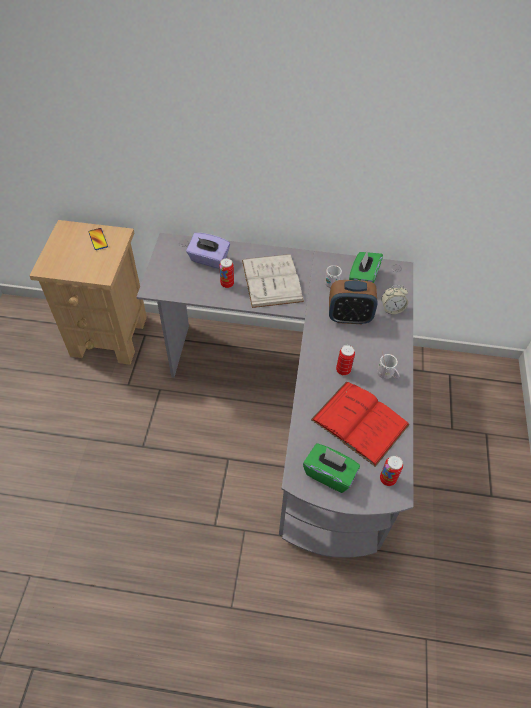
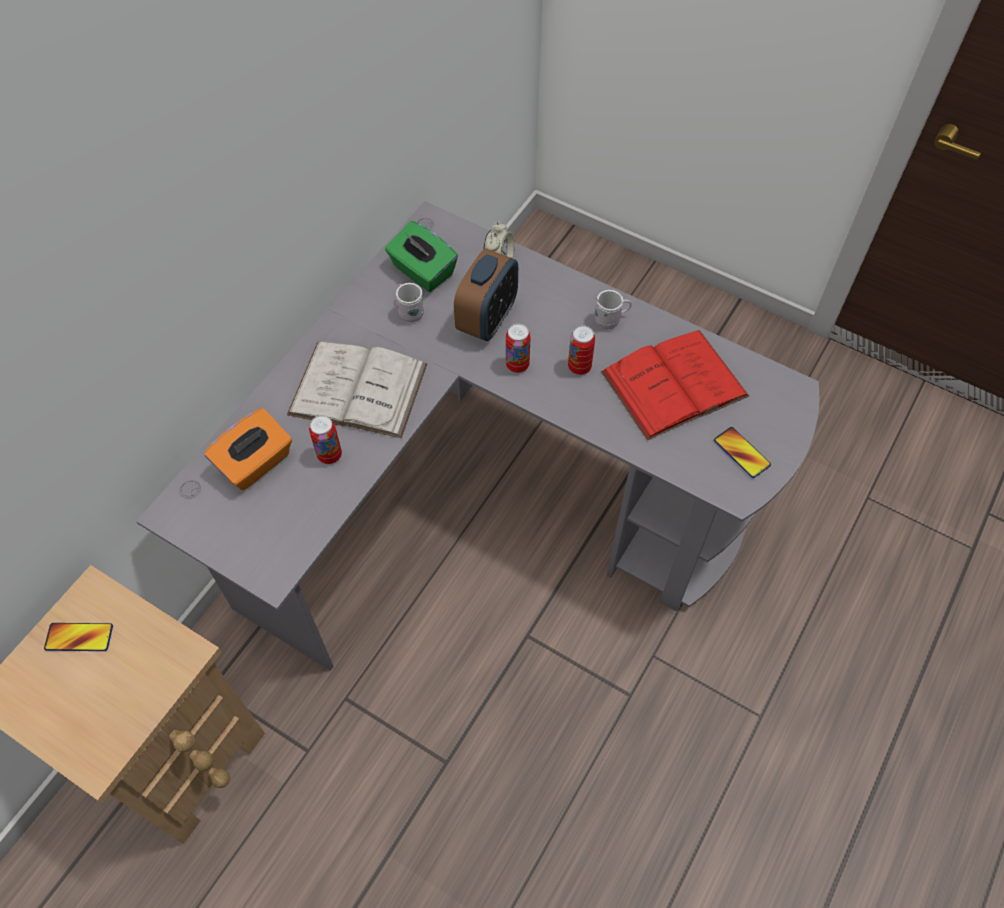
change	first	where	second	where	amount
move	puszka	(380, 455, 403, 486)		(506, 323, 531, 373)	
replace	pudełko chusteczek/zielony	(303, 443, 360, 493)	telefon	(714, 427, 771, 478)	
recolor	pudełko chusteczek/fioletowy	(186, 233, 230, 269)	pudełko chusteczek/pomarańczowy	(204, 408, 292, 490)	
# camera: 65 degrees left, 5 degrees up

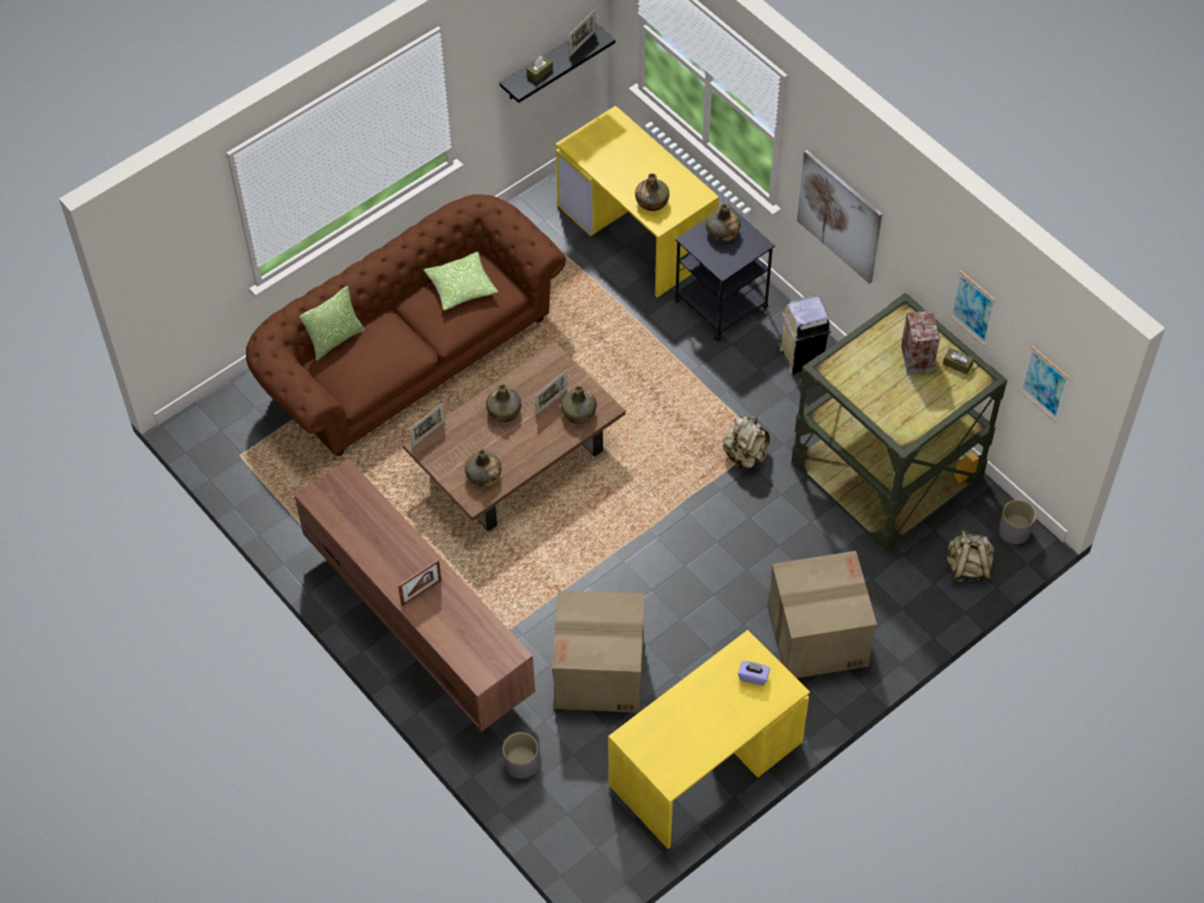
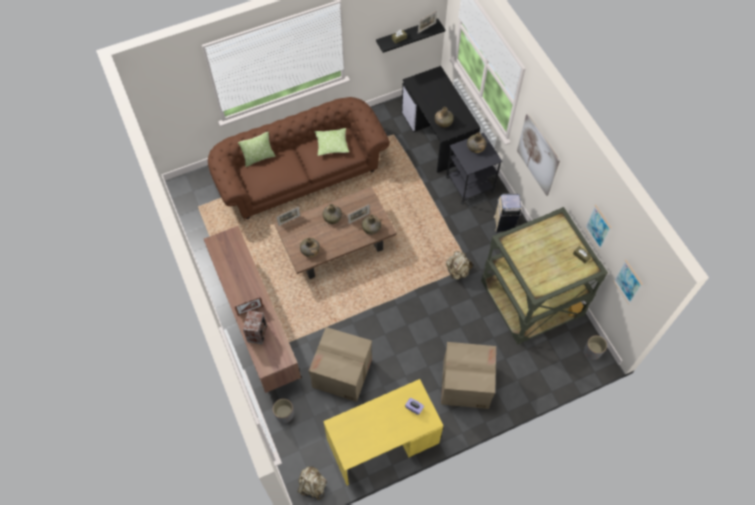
change	first	where	second	where	amount
move	głośnik	(901, 311, 940, 374)		(243, 310, 267, 345)	
move	plecak/beżowy	(947, 529, 995, 583)		(297, 465, 327, 500)	
recolor	biurko/żółty	(556, 106, 719, 297)	biurko/czarny	(401, 66, 480, 173)	
# camera: 15 degrees right, 5 degrees up

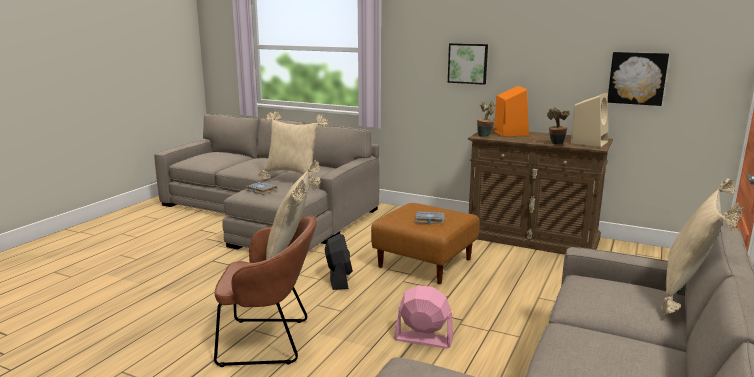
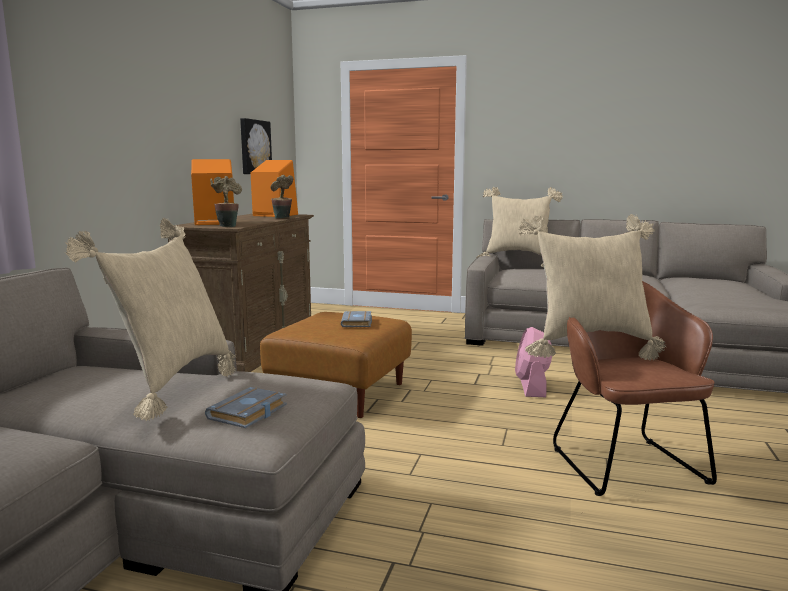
change	first	where	second	where	amount
delete	wentylator/czarny	(325, 234, 353, 290)			
delete	obraz	(448, 43, 488, 85)			
recolor	głośnik/beżowy	(571, 93, 608, 148)	głośnik/pomarańczowy	(251, 160, 298, 217)	
# camera: 100 degrees left, 5 degrees down

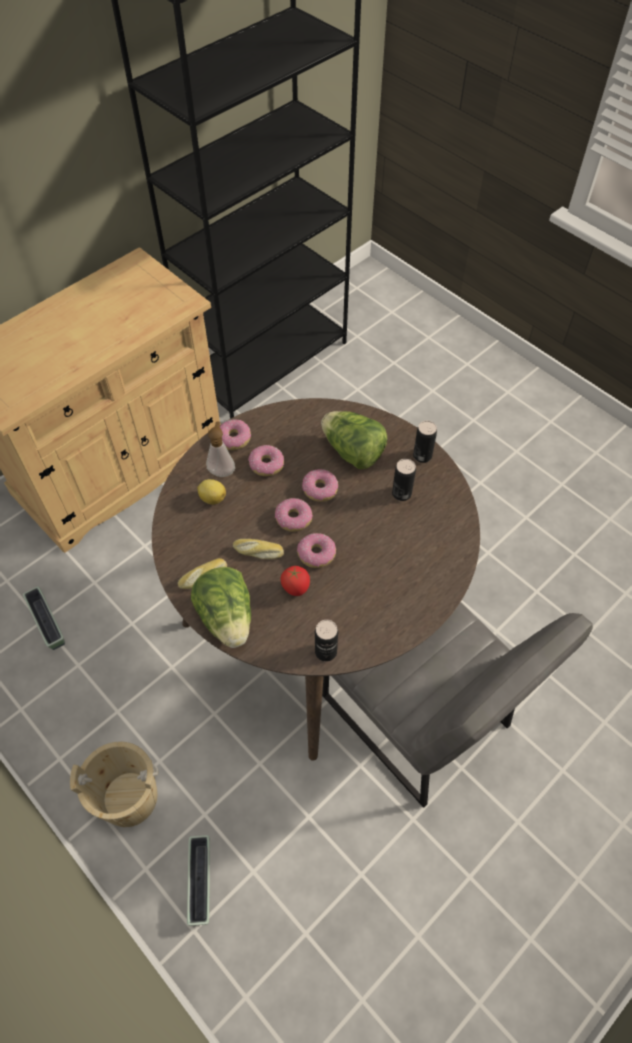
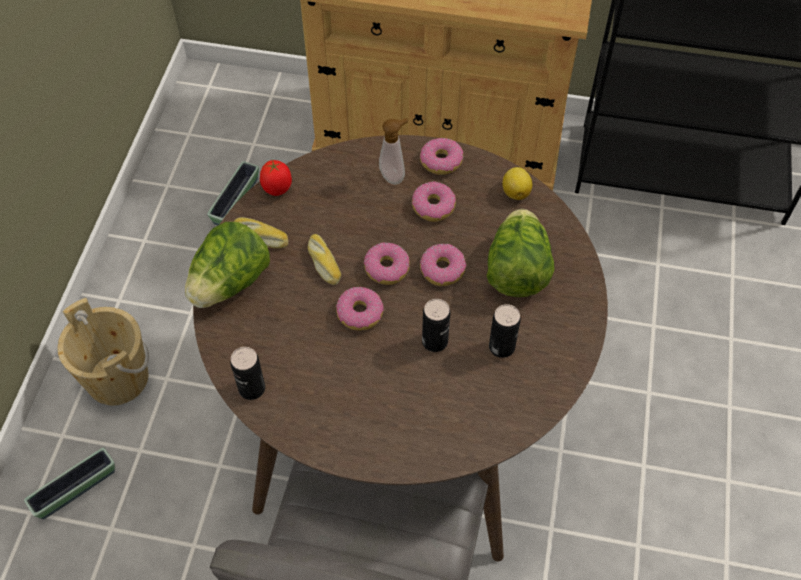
change	first	where	second	where	amount
move	cytryna	(197, 479, 226, 505)		(502, 167, 532, 200)	
move	pomidor	(280, 566, 310, 596)		(260, 160, 292, 196)	
move	puszka	(413, 421, 437, 463)		(422, 299, 450, 352)	
# camera: 55 degrees right, 0 degrees up

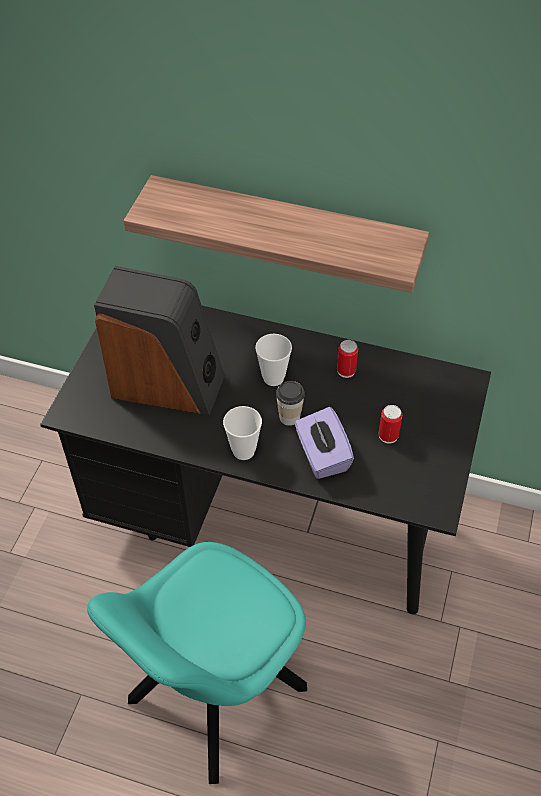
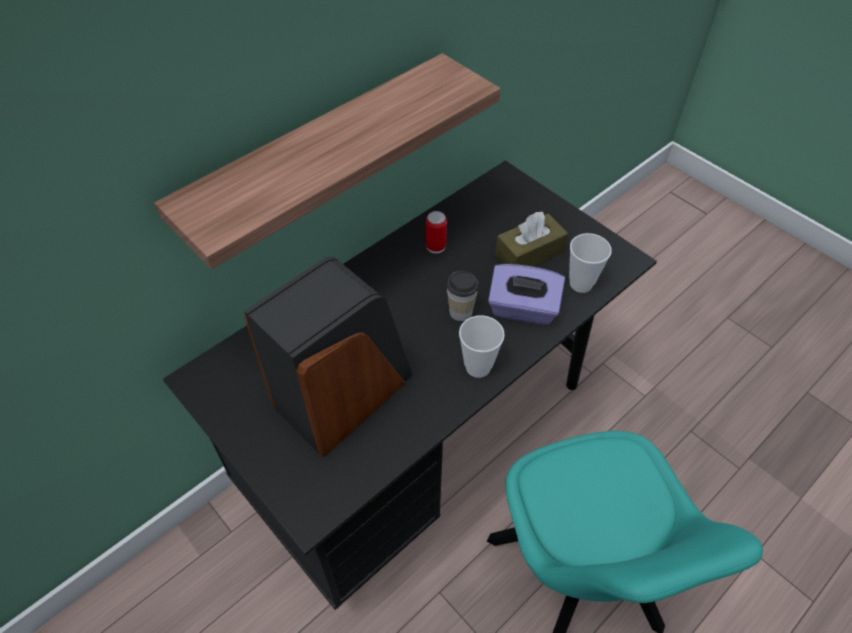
change	first	where	second	where	amount
move	filiżanka	(255, 334, 292, 386)		(569, 233, 612, 293)	
replace	puszka	(379, 405, 402, 444)	pudełko chusteczek/brązowy	(495, 211, 568, 267)	
# camera: 60 degrees left, 0 degrees up

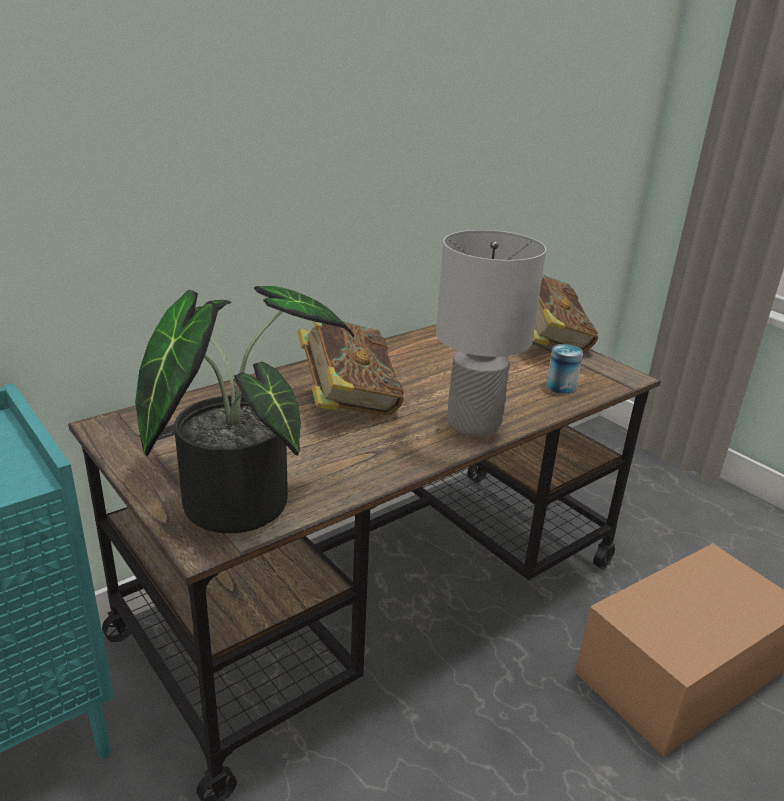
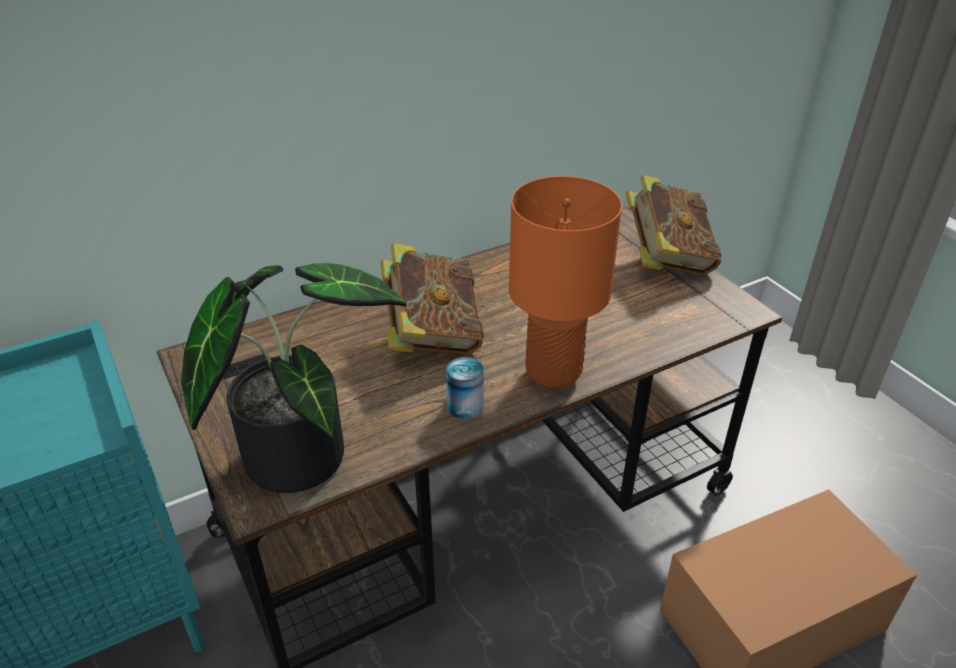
change	first	where	second	where	amount
move	puszka	(546, 344, 583, 394)		(446, 357, 484, 419)	
recolor	lampa stołowa/szary	(436, 230, 546, 437)	lampa stołowa/pomarańczowy	(509, 176, 622, 389)	
# camera: 10 degrees right, 10 degrees up

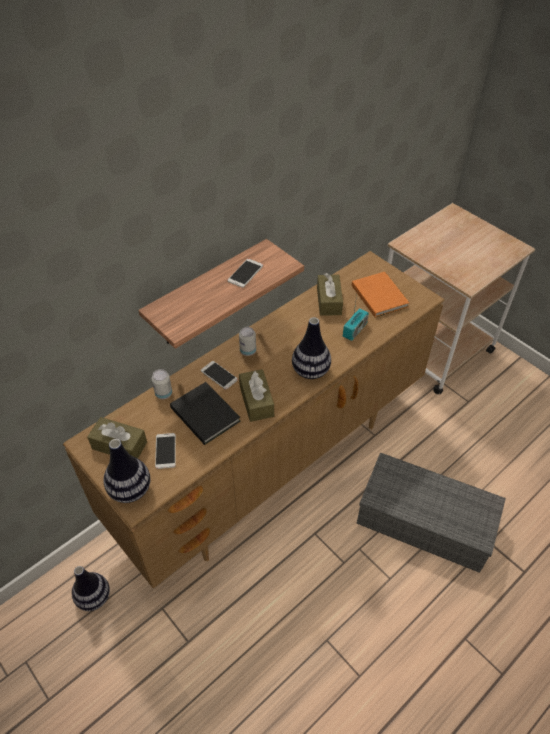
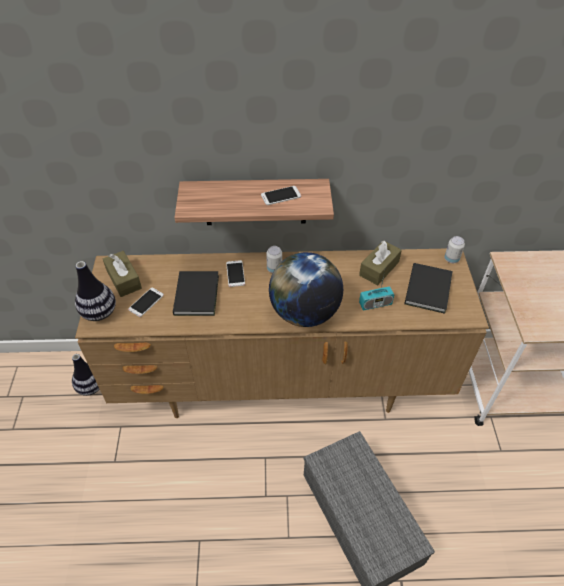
change	first	where	second	where	amount
delete	pudełko chusteczek/brązowy	(239, 369, 274, 422)			
move	puszka	(152, 369, 172, 399)		(444, 236, 465, 263)	
replace	wazon	(292, 317, 331, 379)	globus	(269, 252, 343, 327)	
recolor	książka/pomarańczowy	(352, 272, 410, 318)	książka/czarny	(405, 263, 453, 314)	
# camera: 40 degrees right, 0 degrees up

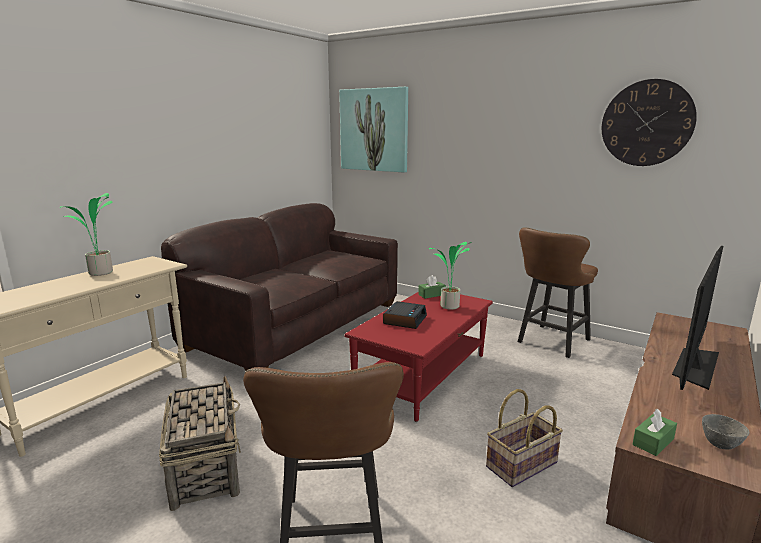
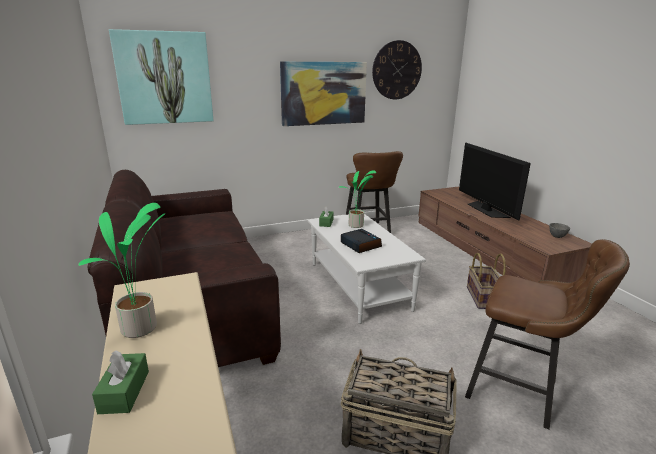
change	first	where	second	where	amount
insert			obraz	(280, 61, 367, 126)	
move	pudełko chusteczek/zielony	(632, 409, 677, 456)		(92, 350, 149, 414)	
recolor	ława/czerwony	(344, 292, 493, 422)	ława/biały	(308, 214, 426, 324)	
# camera: 55 degrees left, 5 degrees up

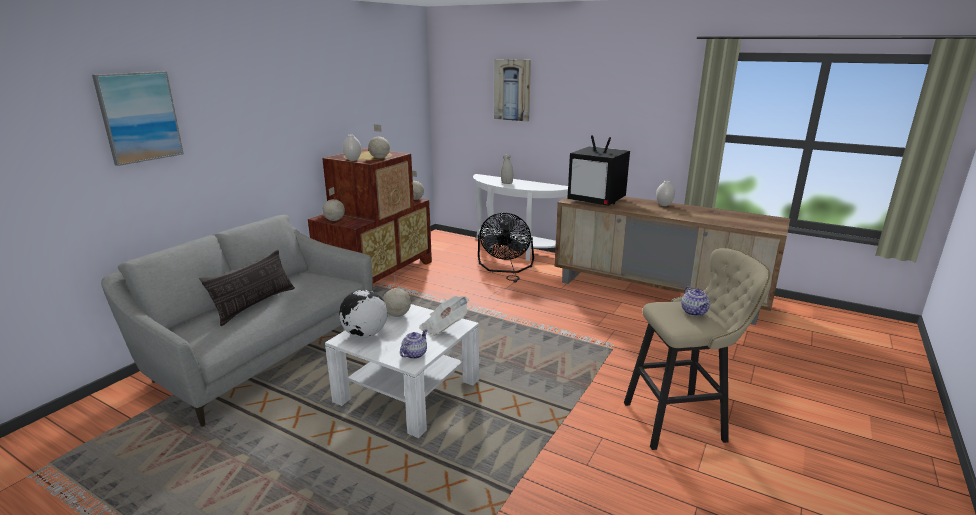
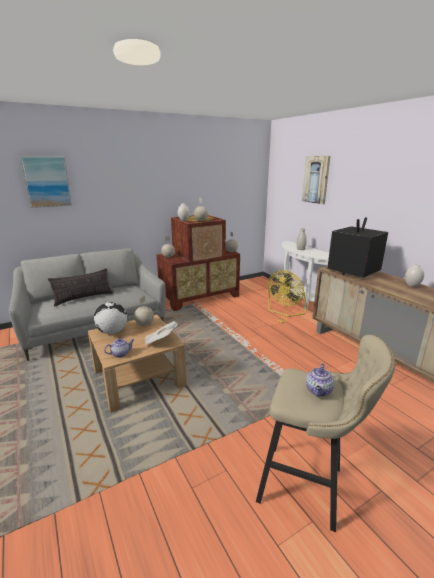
change	first	where	second	where	amount
recolor	ława/biały	(325, 304, 479, 438)	ława/brązowy	(88, 315, 187, 413)	
recolor	wentylator/czarny	(478, 213, 534, 283)	wentylator/żółty	(267, 270, 307, 323)	
rotate	telewizor	(567, 135, 630, 206)		(327, 217, 388, 278)	75 degrees clockwise
# camera: 30 degrees right, 0 degrees up

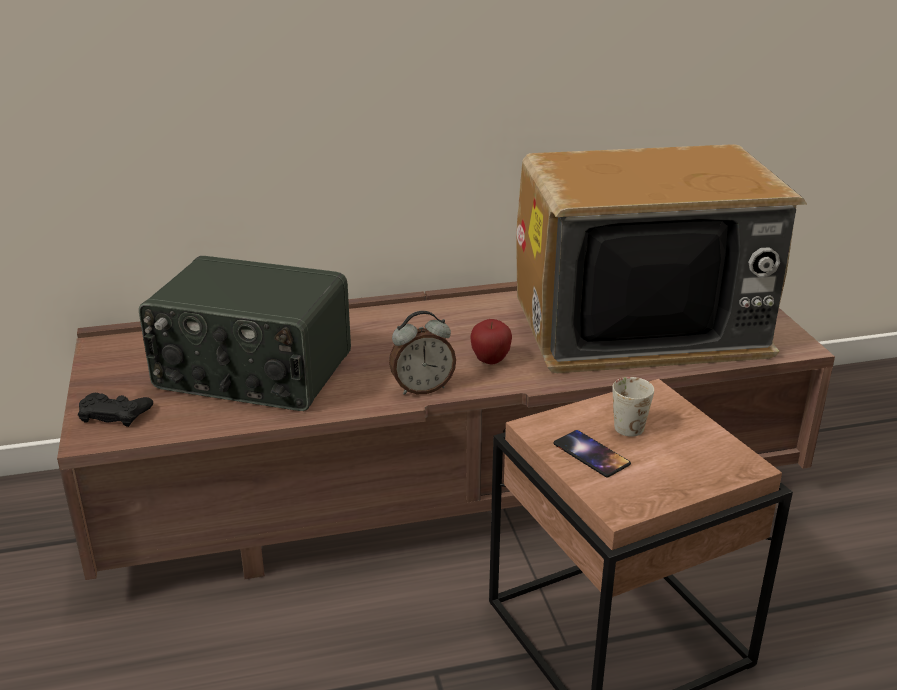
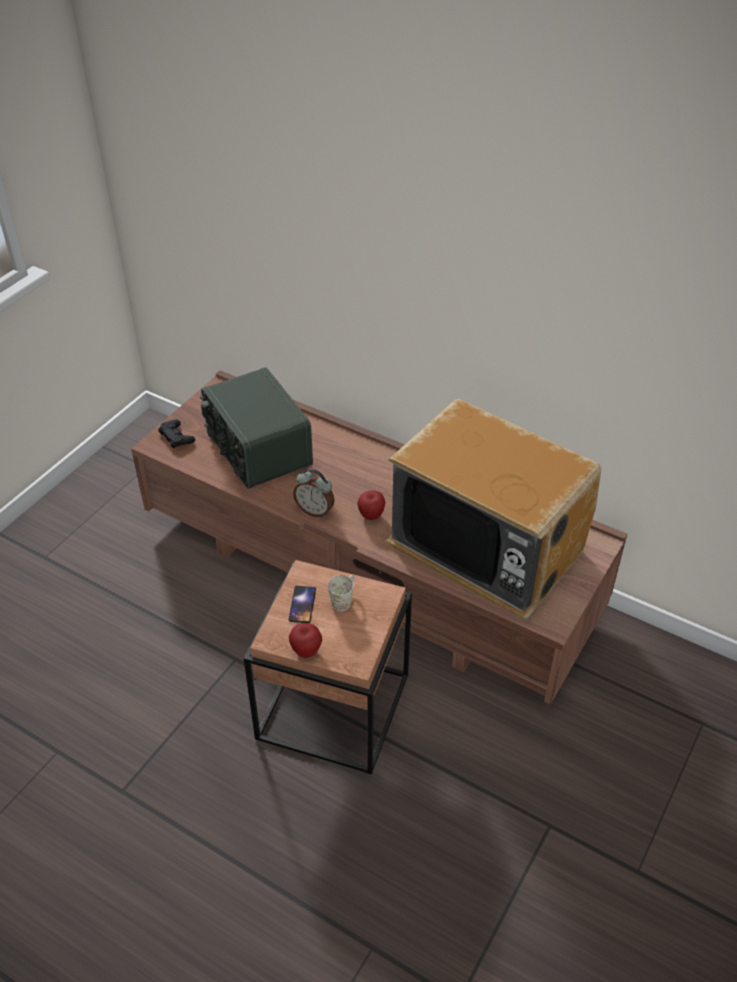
change	first	where	second	where	amount
insert			jabłko	(289, 623, 322, 658)	
# camera: 45 degrees right, 15 degrees up

